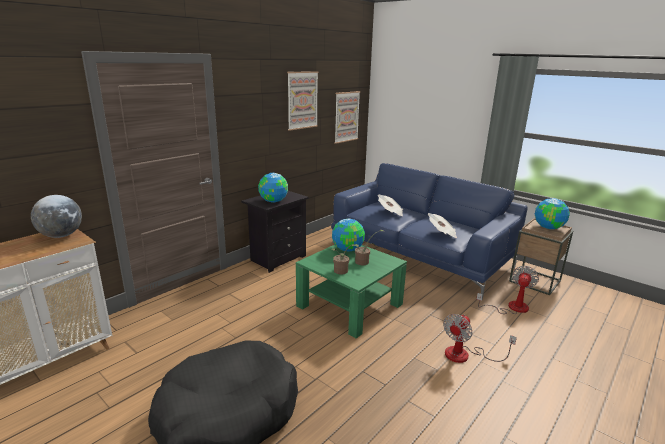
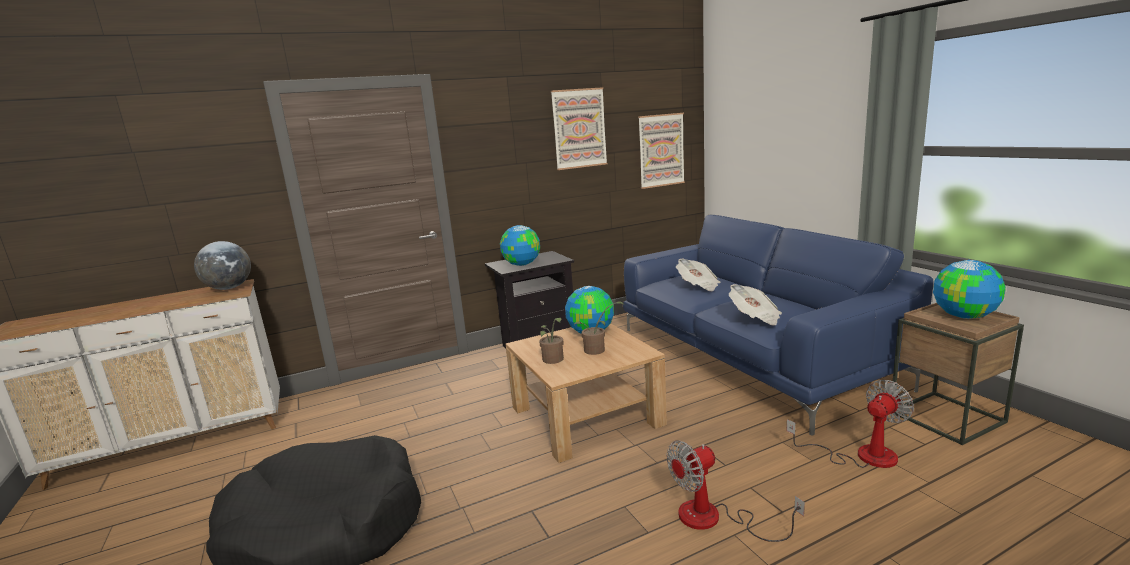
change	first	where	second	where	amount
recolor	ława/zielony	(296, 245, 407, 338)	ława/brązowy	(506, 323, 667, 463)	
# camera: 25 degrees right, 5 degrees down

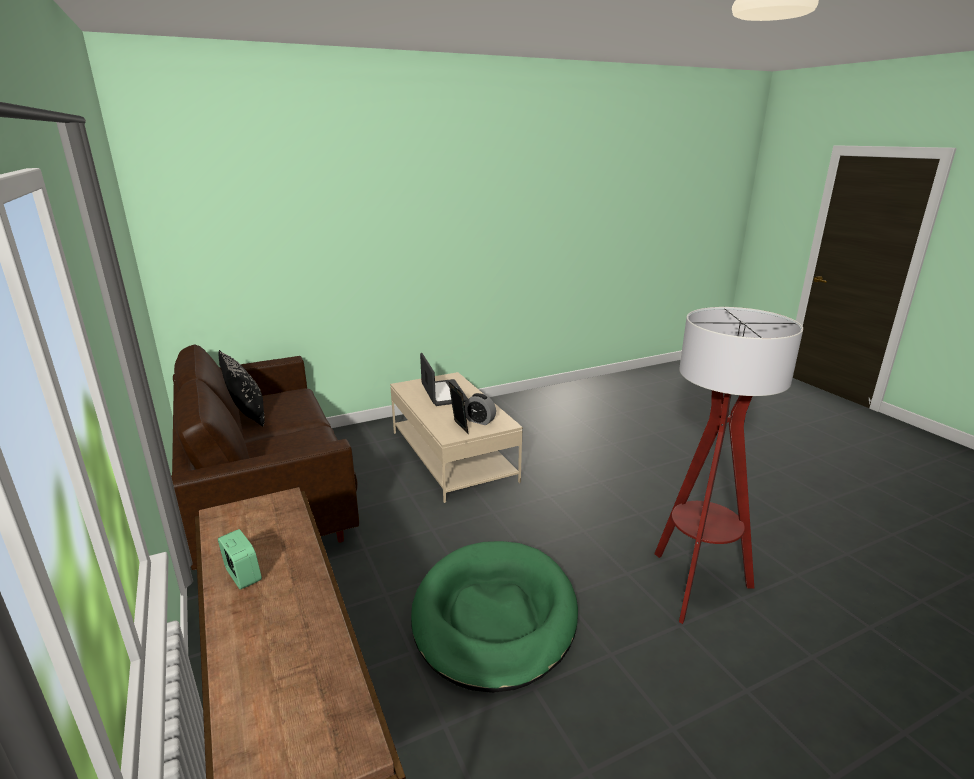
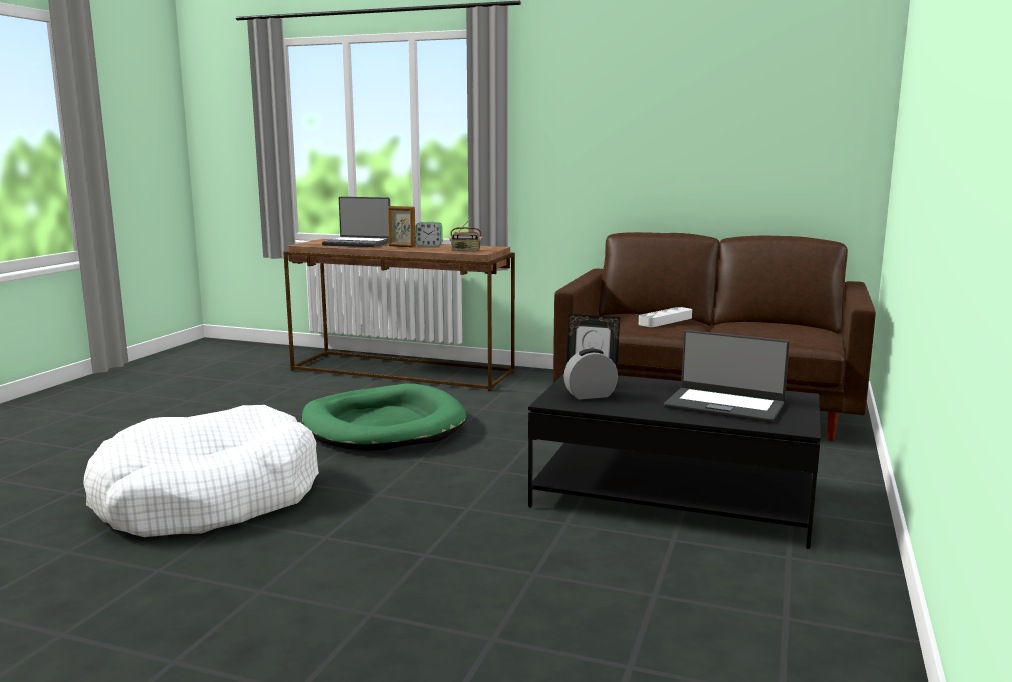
change	first	where	second	where	amount
delete	poduszka/czarny	(219, 350, 265, 426)			
insert			laptop	(322, 197, 390, 247)	
insert			ramka na zdjęcie	(388, 206, 416, 248)	
insert			radio	(450, 218, 482, 252)	
insert			taca/szary	(639, 307, 692, 327)	
replace	lampa stojąca	(654, 307, 803, 624)	legowisko/biały	(84, 405, 319, 537)	
recolor	ława/beżowy	(390, 372, 523, 503)	ława/czarny	(528, 373, 821, 549)	
# camera: 135 degrees right, 10 degrees down

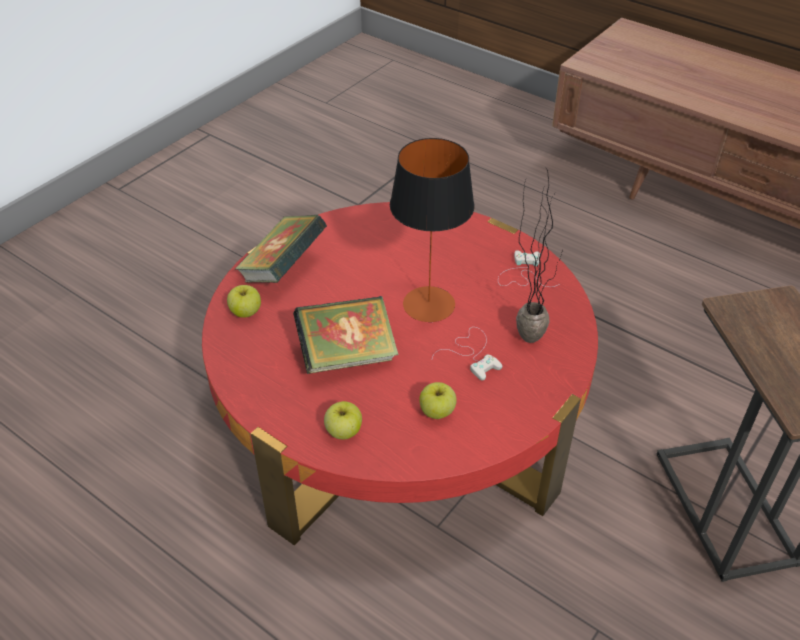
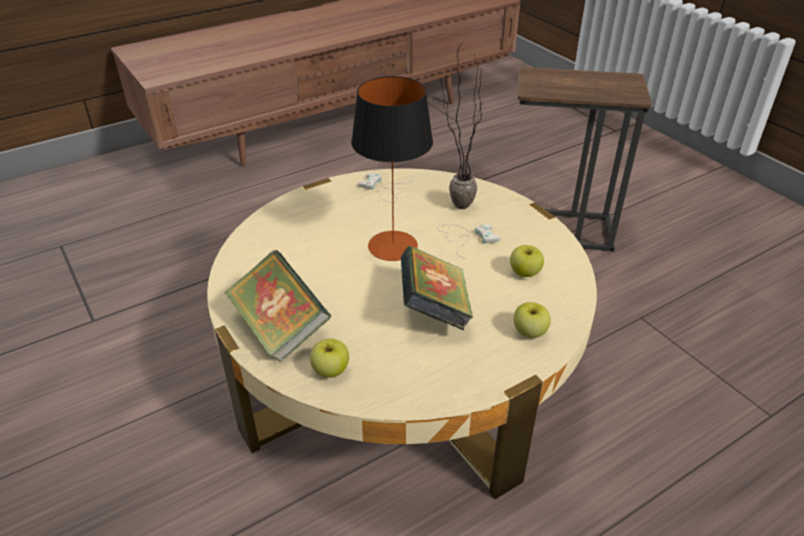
change	first	where	second	where	amount
recolor	ława/czerwony	(202, 202, 598, 545)	ława/beżowy	(207, 168, 597, 499)	
# camera: 70 degrees left, 5 degrees down

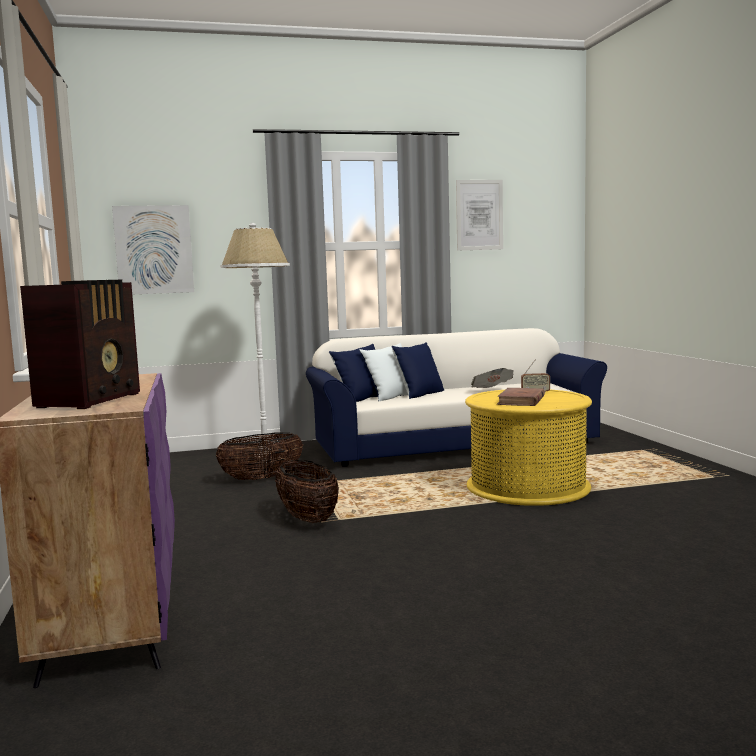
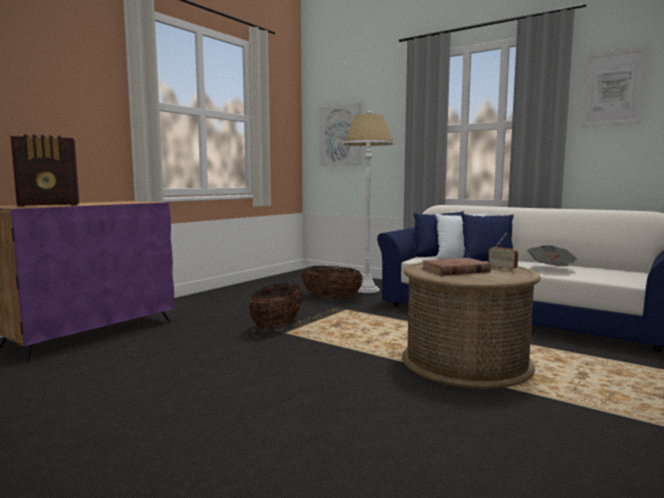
change	first	where	second	where	amount
recolor	ława/żółty	(465, 390, 592, 506)	ława/brązowy	(402, 261, 541, 389)	
# camera: 50 degrees right, 0 degrees up

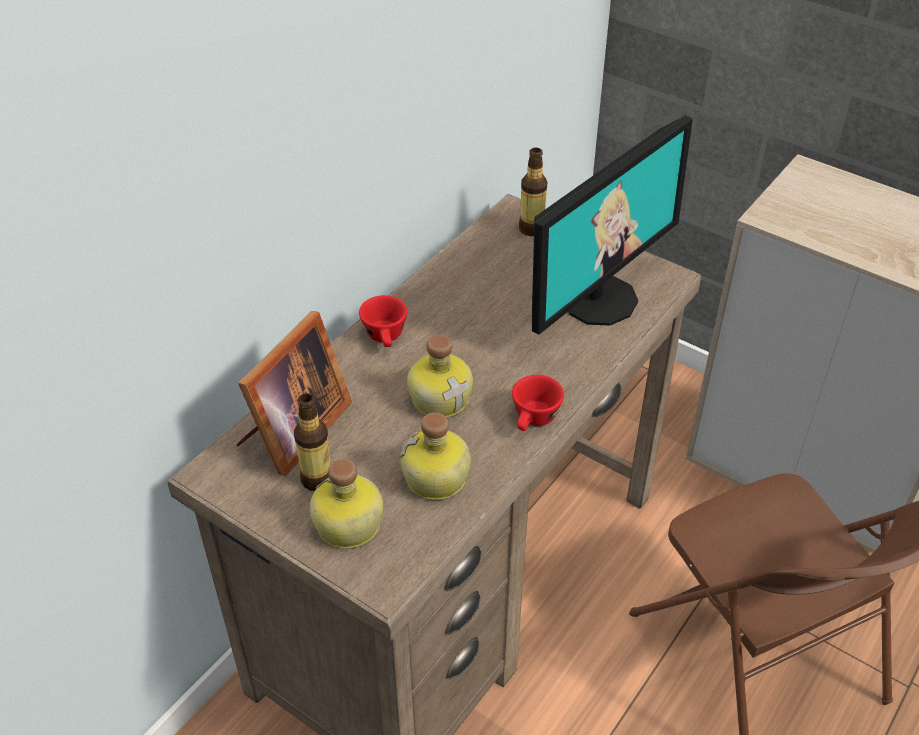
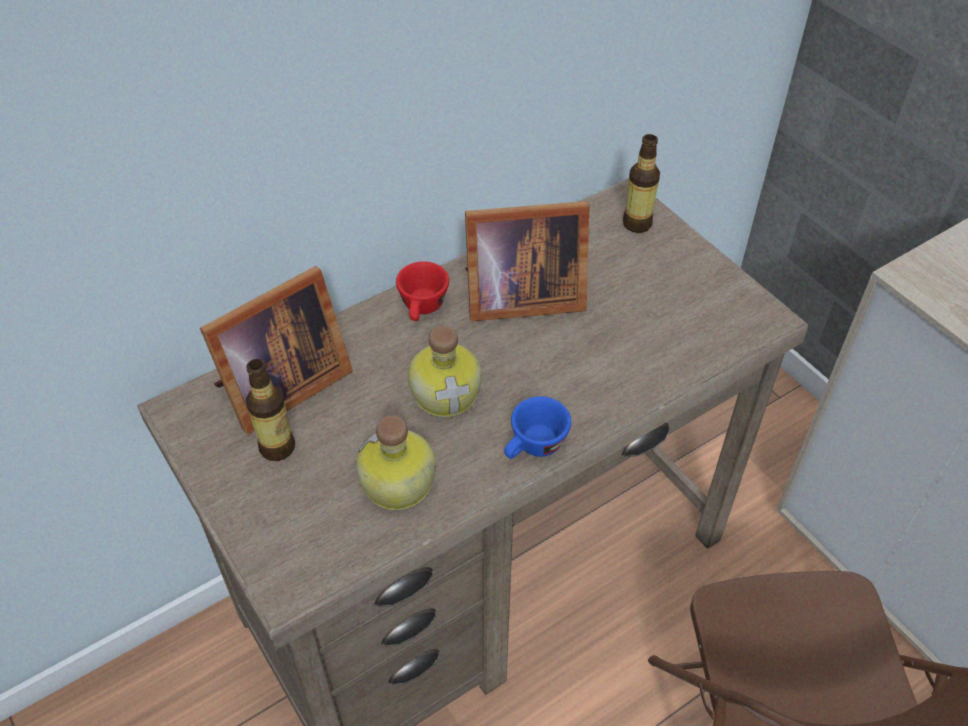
change	first	where	second	where	amount
delete	butelka	(310, 459, 383, 549)			
delete	monitor	(532, 115, 693, 335)			
insert			ramka na zdjęcie	(465, 201, 589, 321)	
recolor	filiżanka/czerwony	(512, 375, 564, 431)	filiżanka/niebieski	(504, 396, 571, 459)	
# camera: 20 degrees right, 5 degrees up

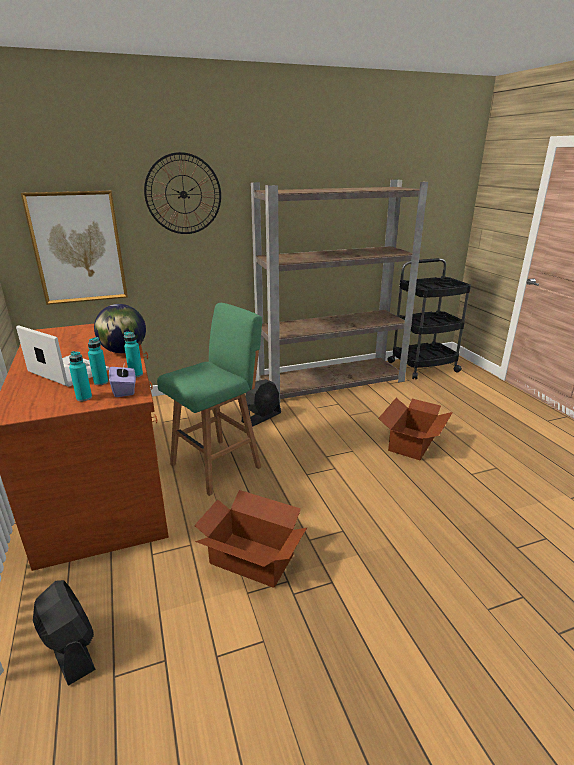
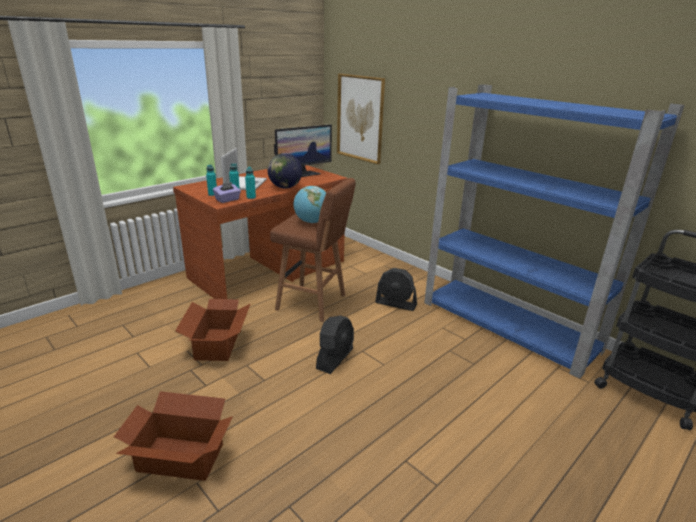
change	first	where	second	where	amount
delete	zegar ścienny	(144, 152, 221, 234)			
insert			monitor	(274, 124, 332, 177)	
insert			globus	(293, 186, 326, 223)	
move	wentylator/czarny	(33, 580, 96, 686)		(316, 316, 354, 374)	
move	karton	(378, 398, 453, 460)		(114, 391, 233, 481)	
recolor	stołek/zielony	(157, 303, 262, 496)	stołek/brązowy	(270, 178, 356, 322)	
recolor	regał/brązowy	(251, 180, 428, 403)	regał/niebieski	(424, 84, 685, 379)	
# camera: 65 degrees right, 0 degrees up

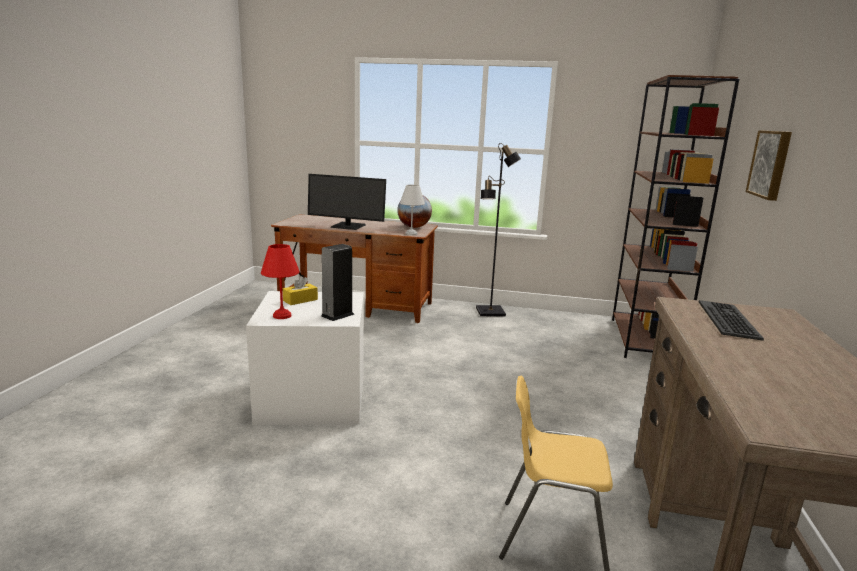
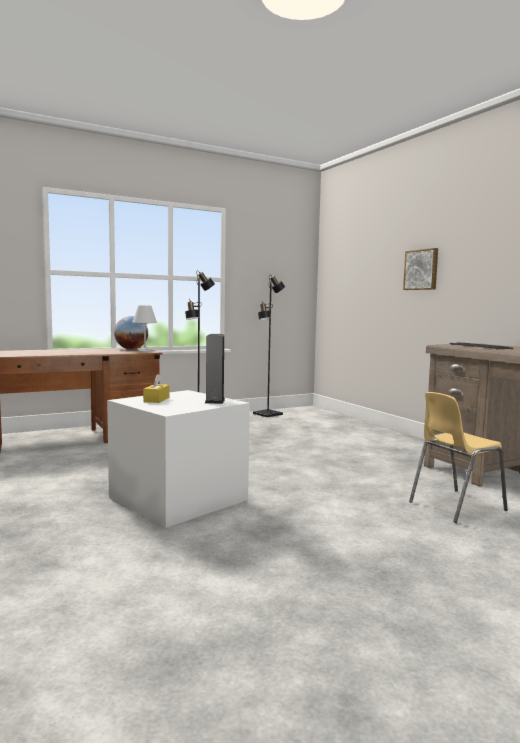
change	first	where	second	where	amount
delete	lampa stołowa/czerwony	(261, 244, 300, 319)			
delete	monitor	(308, 174, 386, 230)			
delete	regał/brązowy	(612, 75, 739, 358)			
insert			lampa stojąca/czarny	(253, 274, 285, 417)	
# camera: 40 degrees left, 10 degrees down

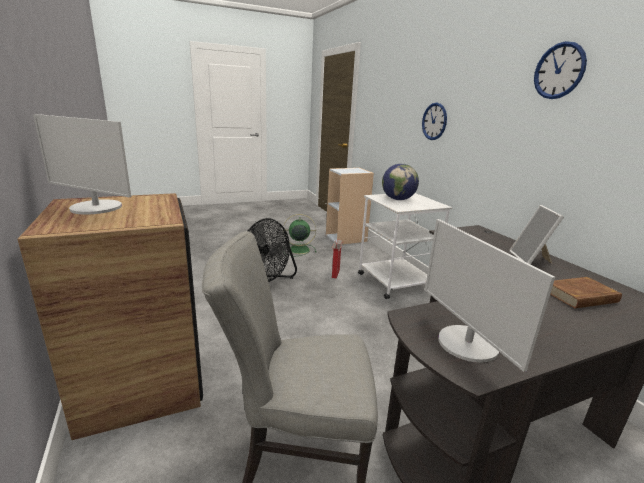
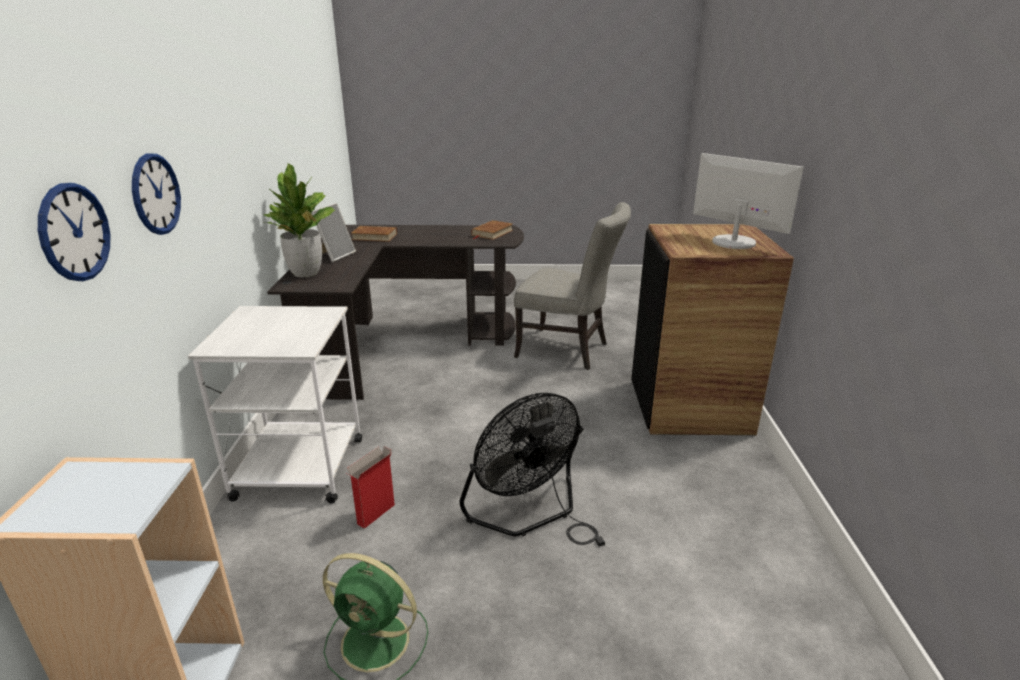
change	first	where	second	where	amount
delete	globus	(382, 164, 419, 200)			
insert			roślina doniczkowa	(262, 163, 335, 277)	
move	zegar ścienny	(534, 41, 587, 99)		(38, 183, 110, 281)	
replace	monitor	(425, 219, 555, 372)	książka/brązowy	(471, 220, 513, 240)	
# camera: 155 degrees left, 5 degrees up

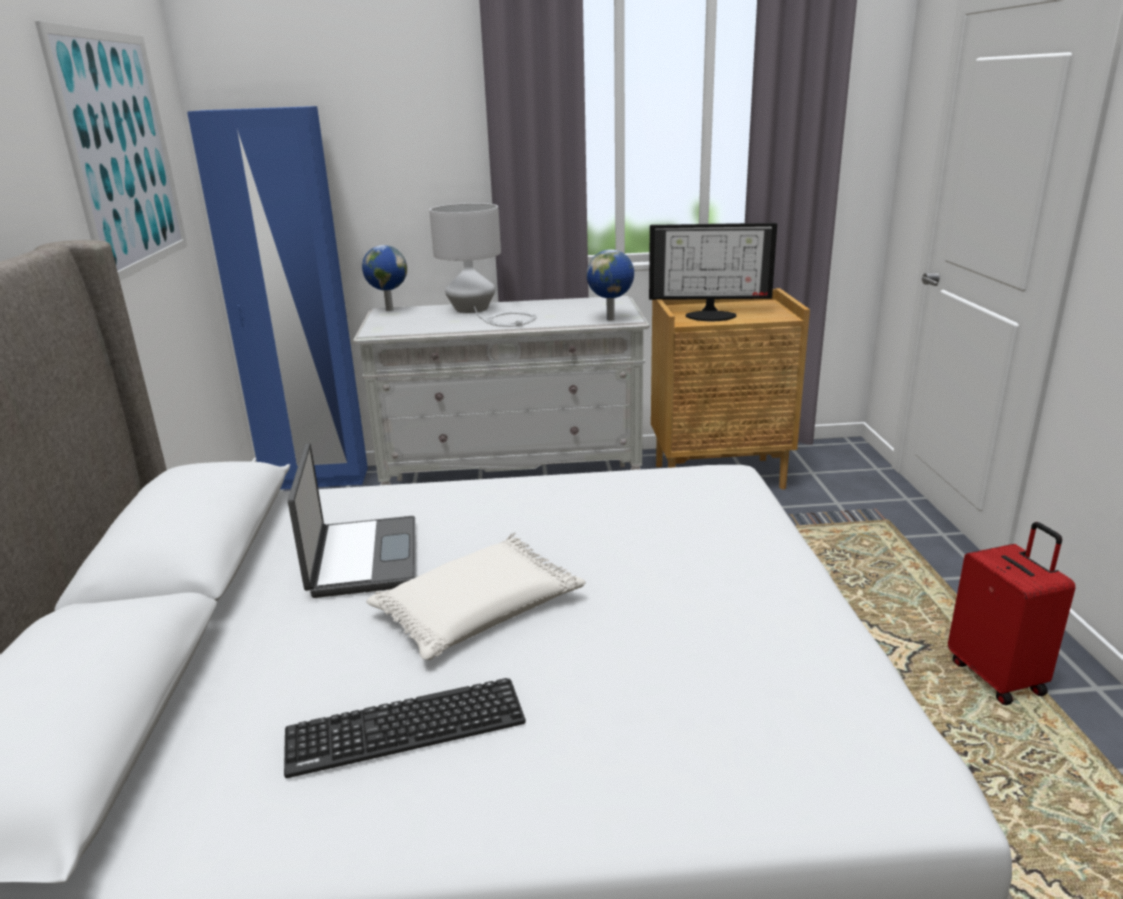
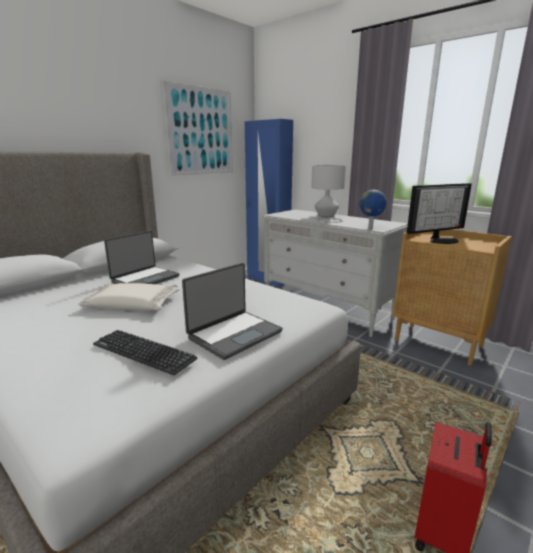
change	first	where	second	where	amount
delete	globus	(362, 245, 407, 311)			
insert			laptop	(182, 263, 283, 360)	
move	klawiatura	(284, 678, 526, 778)		(93, 330, 197, 375)	
rotate	monitor	(649, 223, 777, 322)		(407, 183, 472, 244)	75 degrees counterclockwise
# camera: 45 degrees right, 5 degrees down

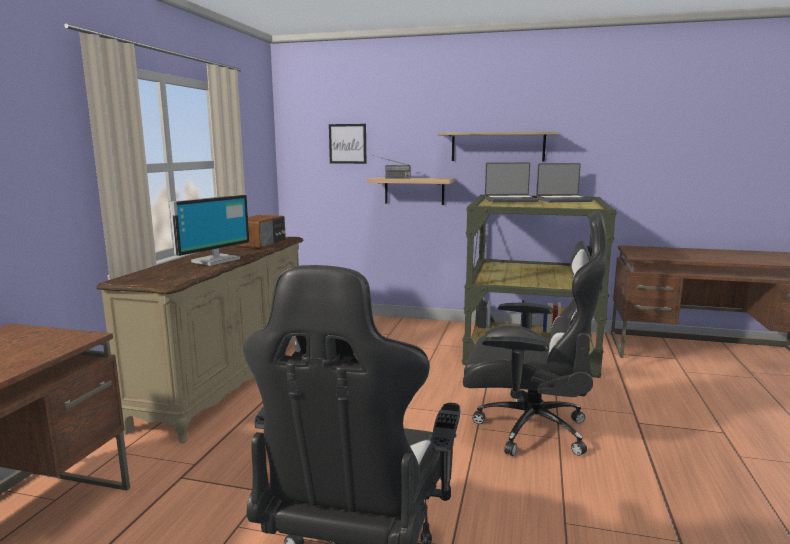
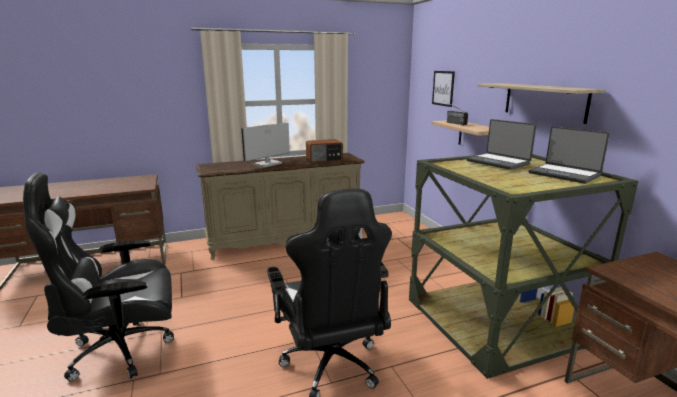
change	first	where	second	where	amount
rotate	monitor	(169, 195, 249, 266)		(241, 122, 290, 168)	135 degrees clockwise
# camera: 55 degrees right, 5 degrees up

